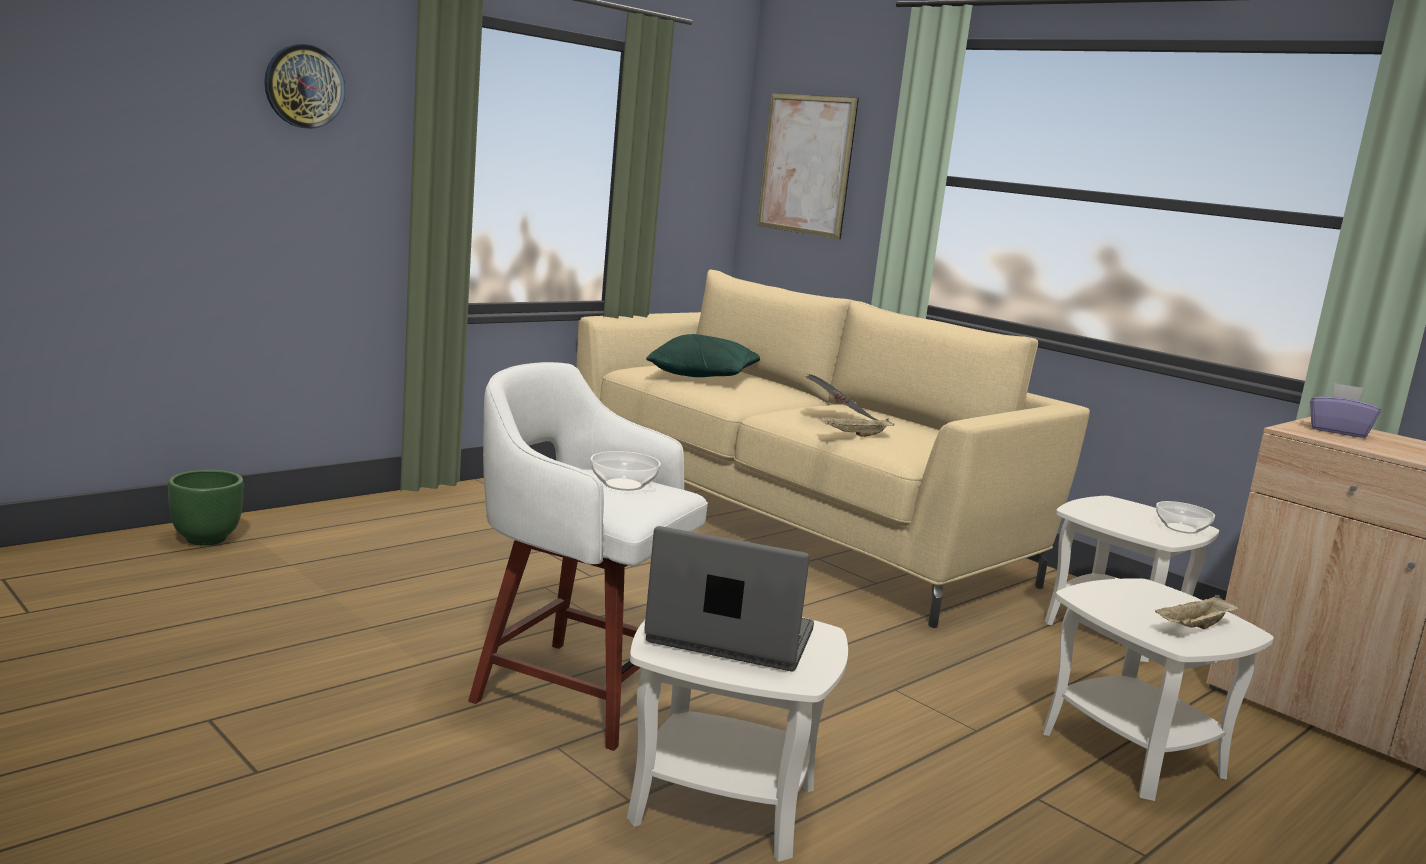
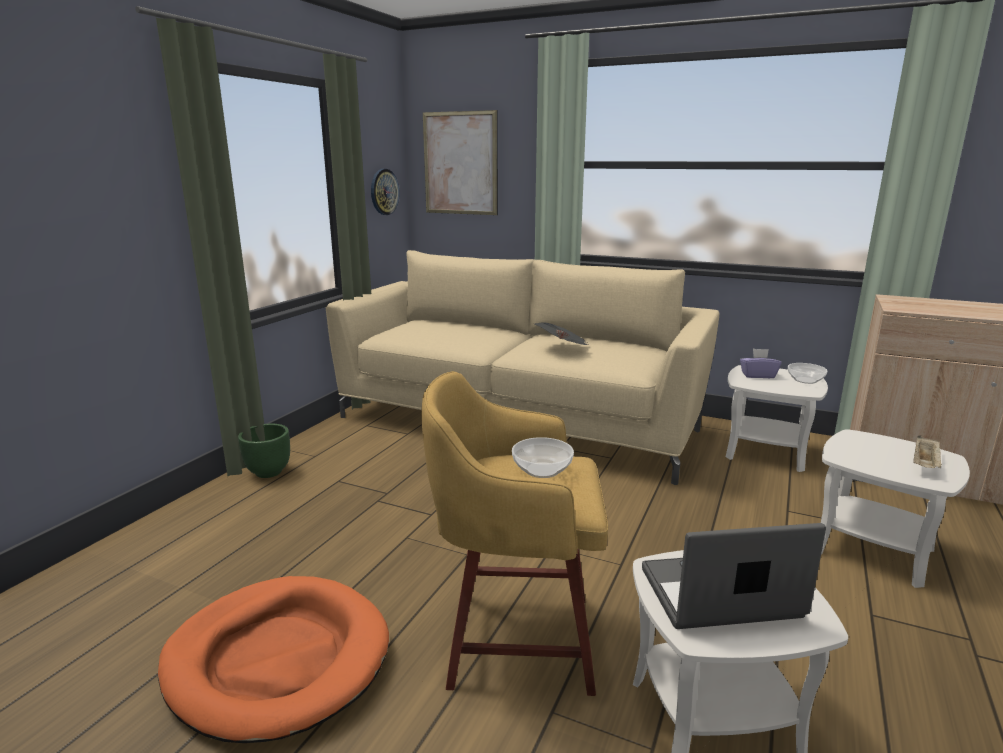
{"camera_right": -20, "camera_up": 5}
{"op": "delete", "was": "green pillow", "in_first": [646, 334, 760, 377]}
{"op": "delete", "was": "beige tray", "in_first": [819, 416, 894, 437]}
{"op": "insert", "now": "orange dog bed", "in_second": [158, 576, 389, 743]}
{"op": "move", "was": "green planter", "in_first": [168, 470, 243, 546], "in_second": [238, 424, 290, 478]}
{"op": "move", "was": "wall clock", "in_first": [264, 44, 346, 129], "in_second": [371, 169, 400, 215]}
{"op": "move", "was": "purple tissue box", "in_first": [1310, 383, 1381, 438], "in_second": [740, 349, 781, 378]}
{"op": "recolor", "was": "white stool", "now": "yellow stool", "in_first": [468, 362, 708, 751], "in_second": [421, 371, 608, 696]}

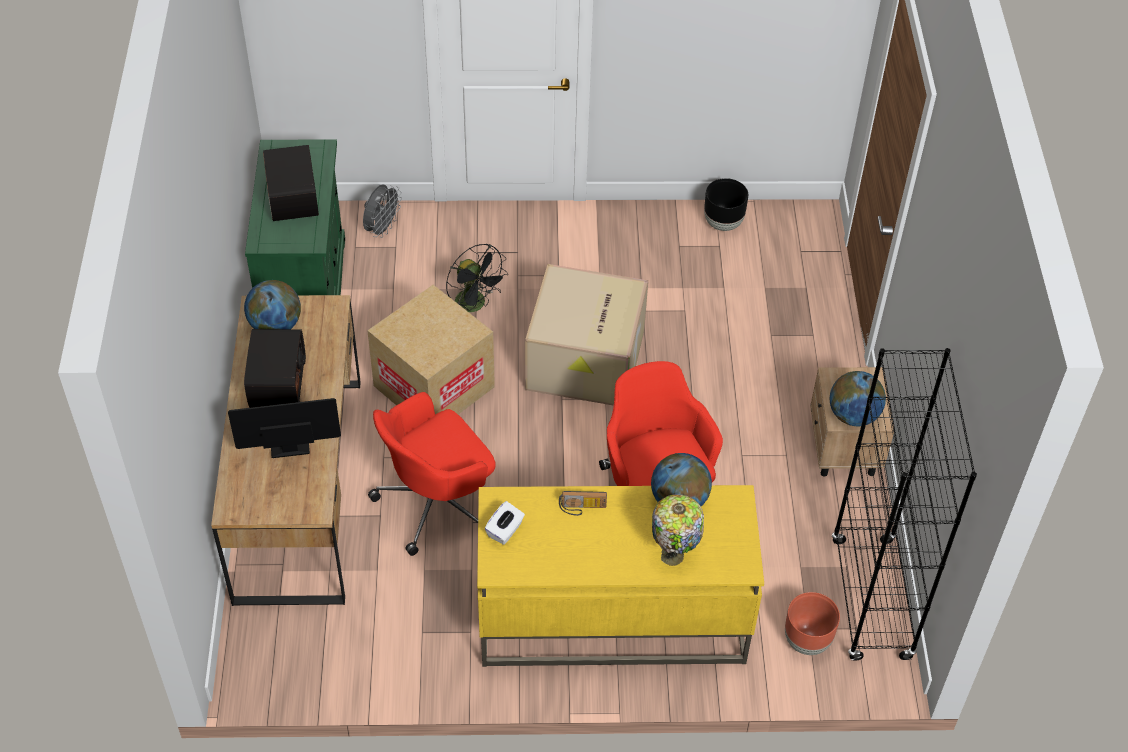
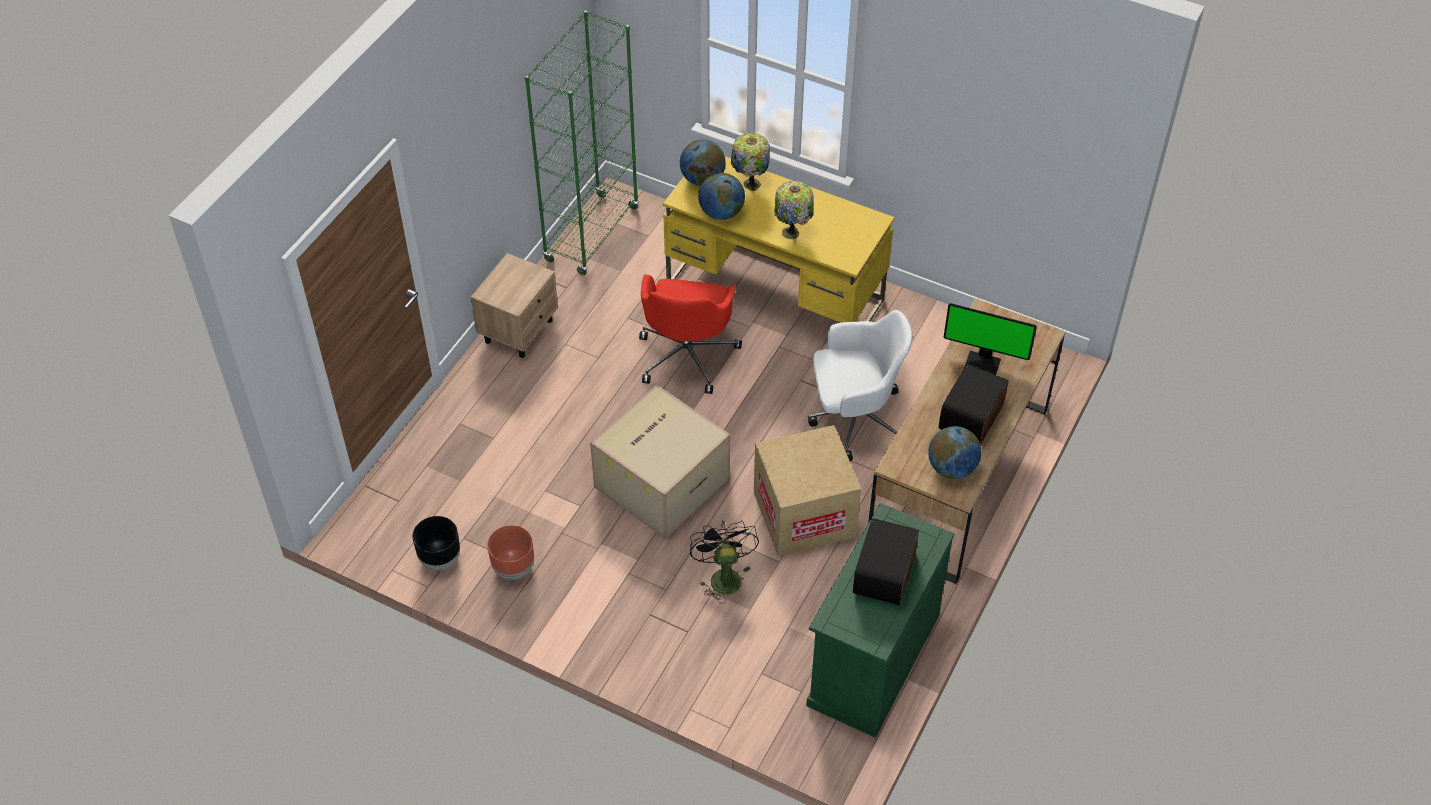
{"camera_right": -150, "camera_up": 0}
{"op": "delete", "was": "grey fan", "in_first": [363, 184, 402, 238]}
{"op": "delete", "was": "white tissue box", "in_first": [485, 501, 525, 545]}
{"op": "move", "was": "brown planter", "in_first": [785, 592, 840, 655], "in_second": [487, 525, 534, 580]}
{"op": "move", "was": "globe", "in_first": [830, 371, 886, 426], "in_second": [680, 140, 726, 186]}
{"op": "replace", "was": "radio", "now": "table lamp", "in_first": [559, 491, 607, 516], "in_second": [775, 181, 813, 239]}
{"op": "recolor", "was": "red office chair", "now": "white office chair", "in_first": [368, 392, 496, 556], "in_second": [808, 310, 912, 461]}
{"op": "recolor", "was": "black bookcase", "now": "green bookcase", "in_first": [832, 348, 977, 661], "in_second": [525, 10, 639, 275]}

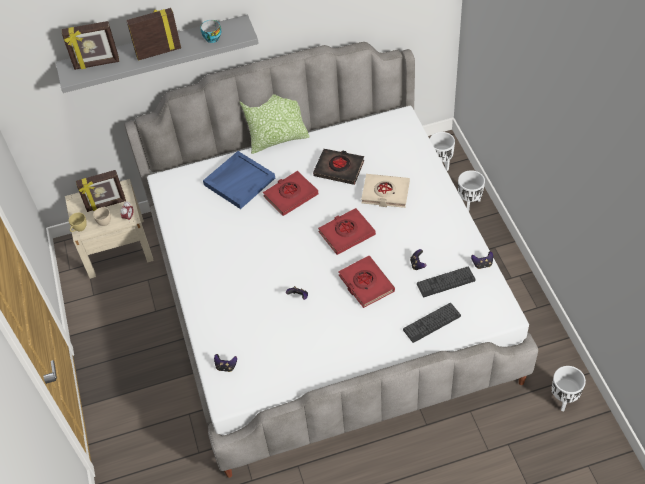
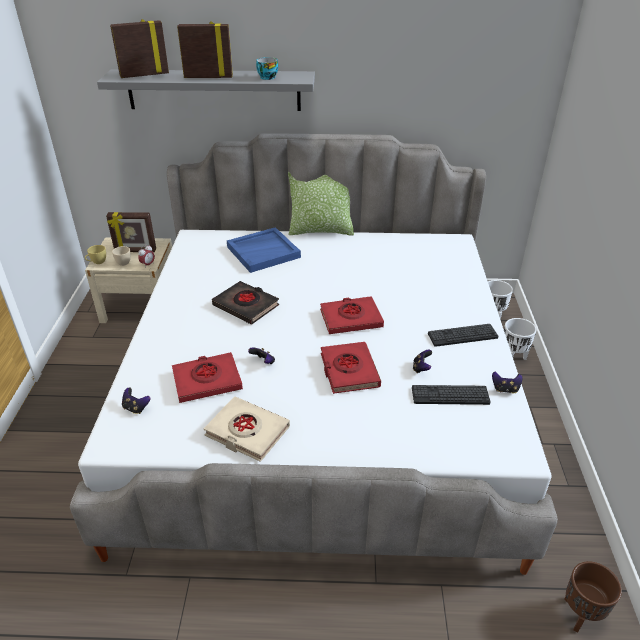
{"camera_right": 15, "camera_up": -15}
{"op": "move", "was": "red book", "in_first": [263, 171, 318, 216], "in_second": [172, 352, 243, 403]}
{"op": "move", "was": "black book", "in_first": [313, 149, 364, 185], "in_second": [212, 281, 279, 325]}
{"op": "move", "was": "beige book", "in_first": [361, 174, 410, 208], "in_second": [203, 396, 290, 462]}
{"op": "move", "was": "keyboard", "in_first": [403, 303, 461, 343], "in_second": [428, 324, 498, 347]}
{"op": "recolor", "was": "white planter", "now": "brown planter", "in_first": [551, 366, 586, 411], "in_second": [565, 561, 622, 632]}
{"op": "rotate", "was": "picture frame", "in_first": [62, 21, 119, 70], "in_second": [110, 19, 169, 78], "clockwise": 150}

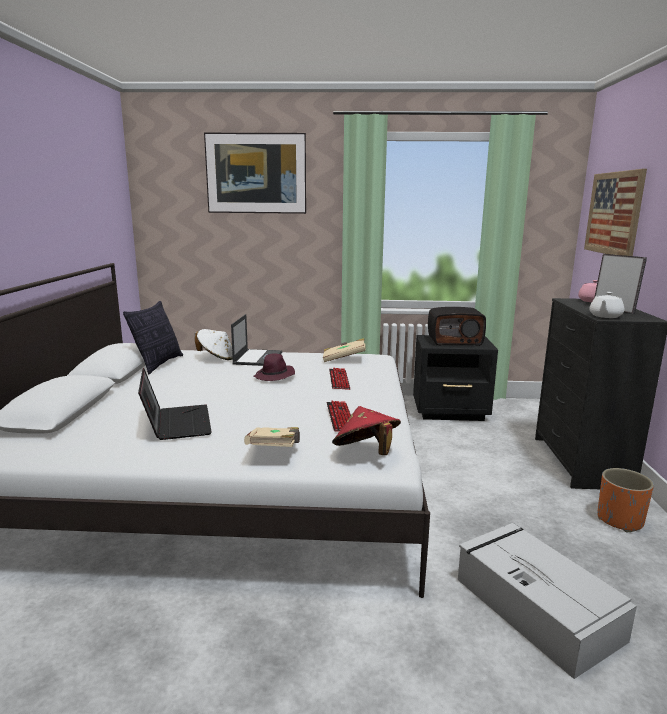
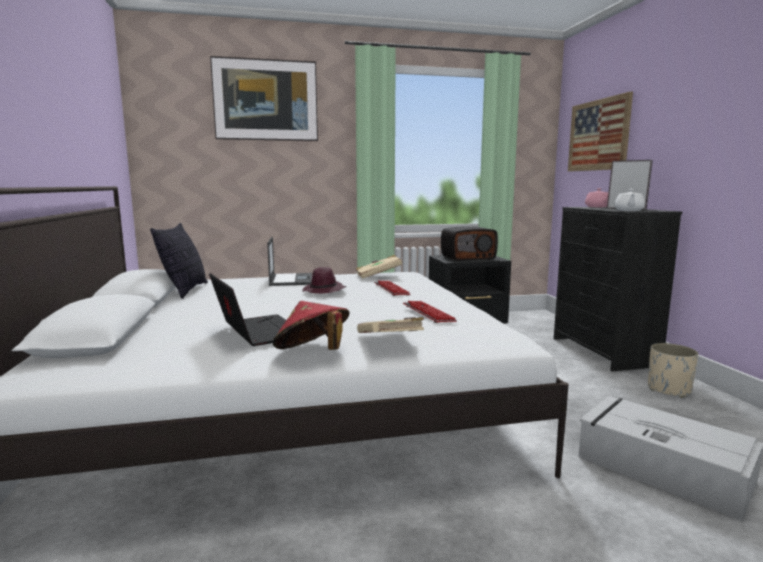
{"camera_right": -15, "camera_up": -5}
{"op": "delete", "was": "white hat", "in_first": [195, 329, 233, 360]}
{"op": "move", "was": "red hat", "in_first": [332, 406, 401, 455], "in_second": [272, 301, 349, 350]}
{"op": "recolor", "was": "orange planter", "now": "beige planter", "in_first": [598, 468, 654, 532], "in_second": [648, 343, 698, 398]}

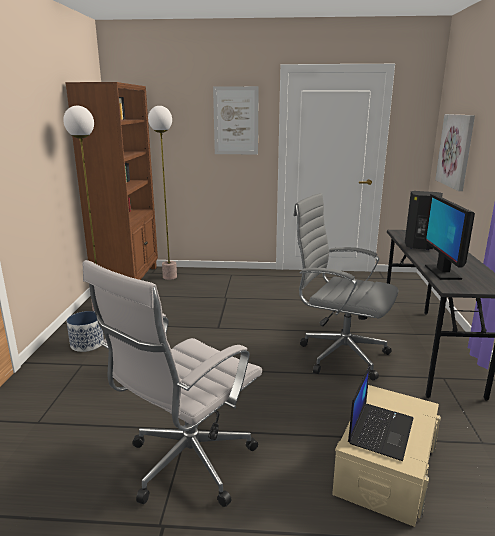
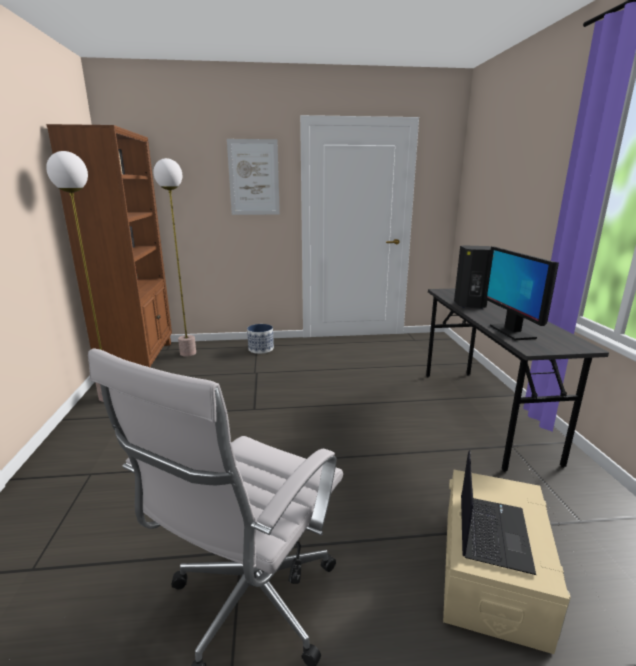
{"camera_right": -10, "camera_up": 0}
{"op": "delete", "was": "grey office chair", "in_first": [293, 193, 398, 380]}
{"op": "delete", "was": "picture", "in_first": [435, 114, 475, 191]}
{"op": "move", "was": "planter", "in_first": [67, 311, 104, 352], "in_second": [247, 324, 274, 354]}

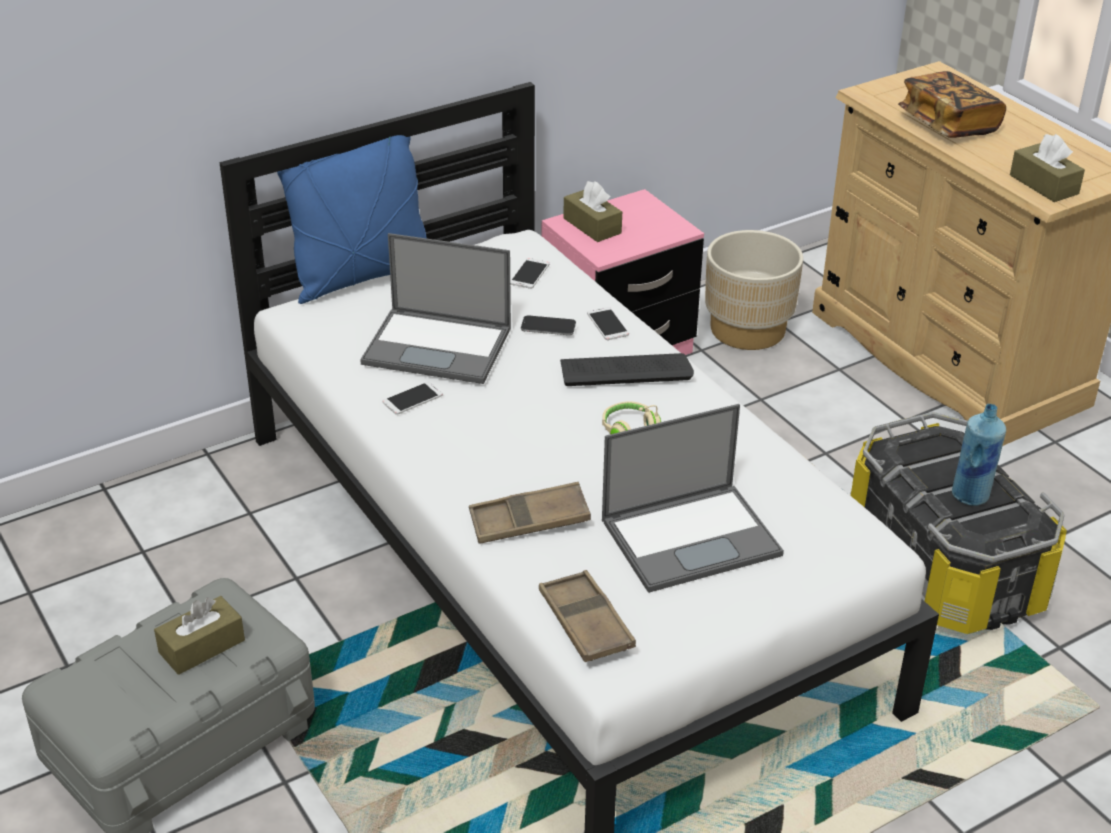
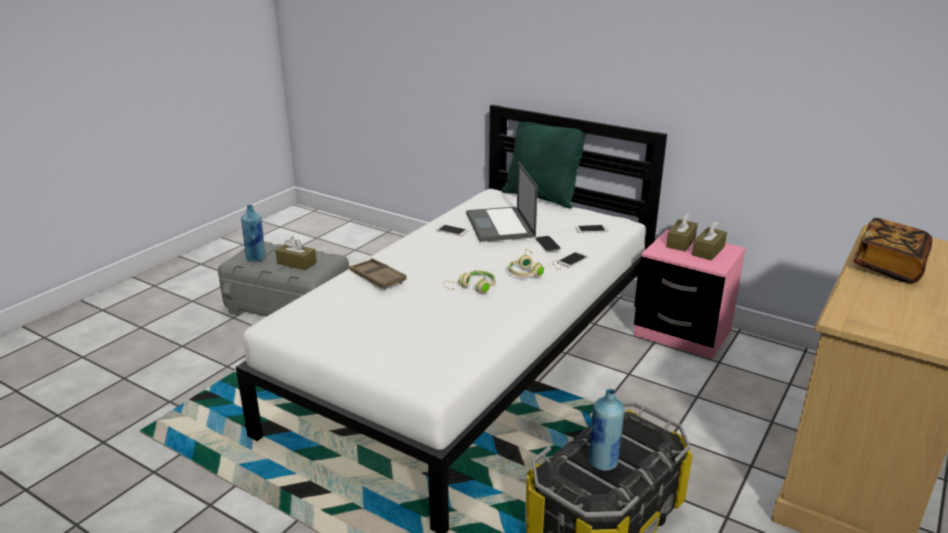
{"camera_right": 65, "camera_up": -10}
{"op": "delete", "was": "brown tray", "in_first": [539, 570, 636, 662]}
{"op": "delete", "was": "laptop", "in_first": [602, 404, 784, 593]}
{"op": "delete", "was": "beige planter", "in_first": [705, 230, 803, 350]}
{"op": "insert", "now": "blue bottle", "in_second": [241, 205, 266, 262]}
{"op": "move", "was": "brown tissue box", "in_first": [1010, 134, 1085, 202], "in_second": [692, 221, 727, 260]}
{"op": "replace", "was": "keyboard", "now": "beige headphones", "in_first": [560, 353, 694, 386], "in_second": [508, 249, 561, 277]}
{"op": "recolor", "was": "blue pillow", "now": "green pillow", "in_first": [277, 135, 426, 304], "in_second": [502, 121, 587, 209]}

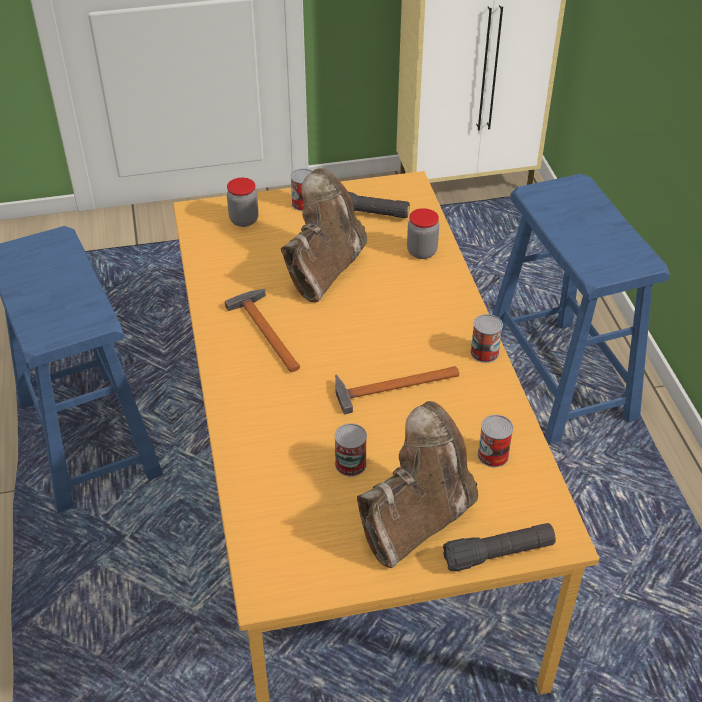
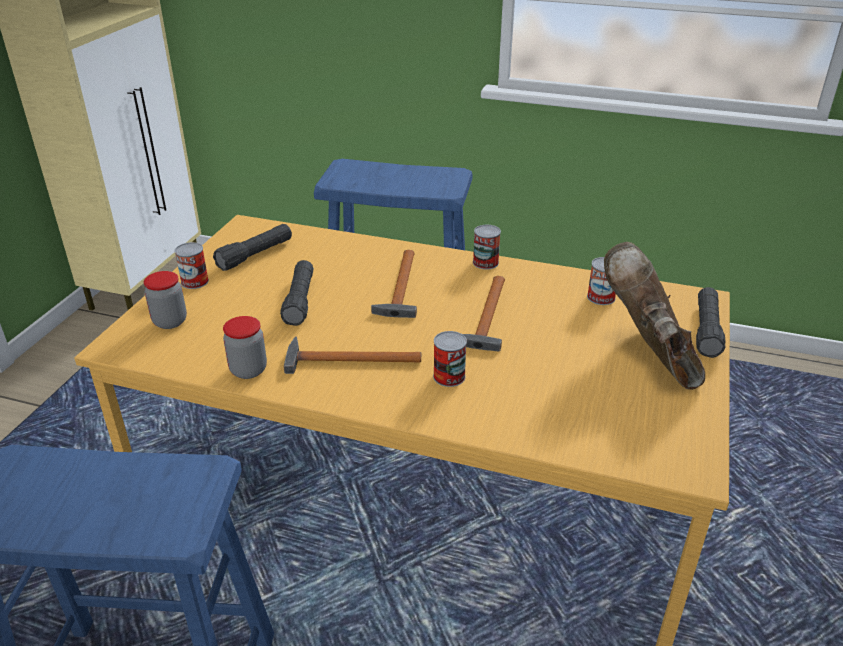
{"camera_right": -60, "camera_up": -10}
{"op": "insert", "now": "hammer", "in_second": [371, 250, 417, 318]}
{"op": "move", "was": "can", "in_first": [335, 423, 367, 477], "in_second": [433, 331, 467, 387]}
{"op": "move", "was": "jar", "in_first": [407, 208, 439, 259], "in_second": [223, 316, 267, 379]}
{"op": "replace", "was": "brown boot", "now": "black flashlight", "in_first": [281, 168, 367, 302], "in_second": [280, 260, 314, 326]}

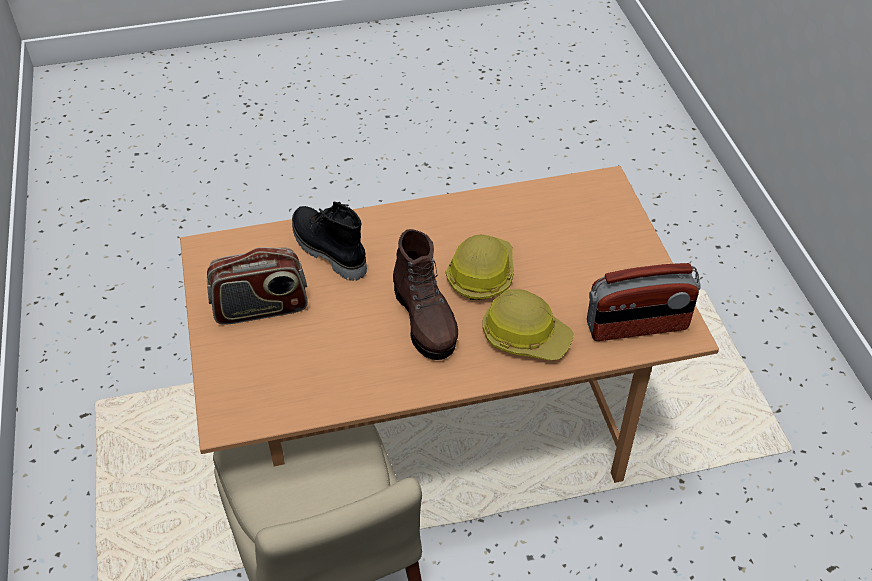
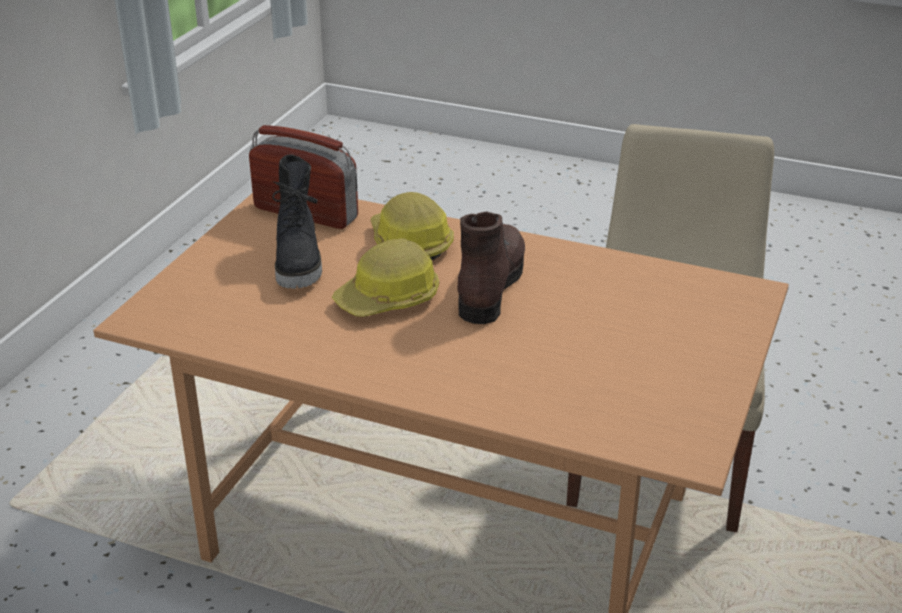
{"camera_right": -145, "camera_up": -15}
{"op": "delete", "was": "radio", "in_first": [207, 247, 308, 325]}
{"op": "move", "was": "black boot", "in_first": [292, 202, 367, 281], "in_second": [272, 155, 322, 288]}

